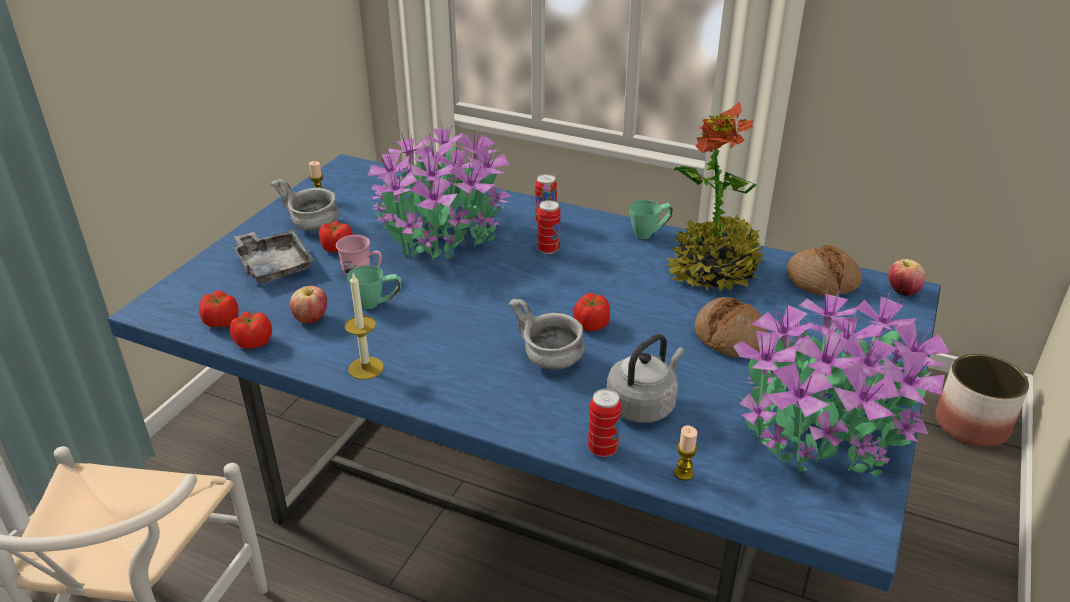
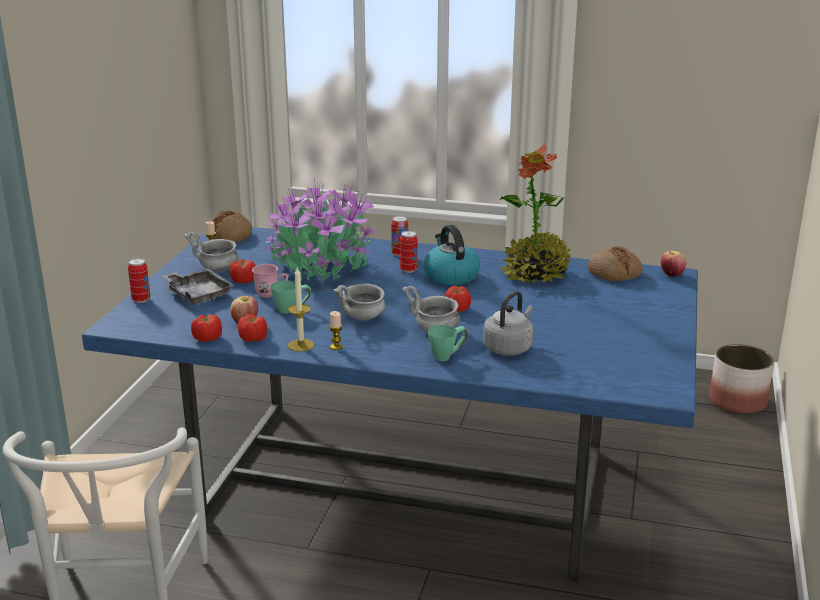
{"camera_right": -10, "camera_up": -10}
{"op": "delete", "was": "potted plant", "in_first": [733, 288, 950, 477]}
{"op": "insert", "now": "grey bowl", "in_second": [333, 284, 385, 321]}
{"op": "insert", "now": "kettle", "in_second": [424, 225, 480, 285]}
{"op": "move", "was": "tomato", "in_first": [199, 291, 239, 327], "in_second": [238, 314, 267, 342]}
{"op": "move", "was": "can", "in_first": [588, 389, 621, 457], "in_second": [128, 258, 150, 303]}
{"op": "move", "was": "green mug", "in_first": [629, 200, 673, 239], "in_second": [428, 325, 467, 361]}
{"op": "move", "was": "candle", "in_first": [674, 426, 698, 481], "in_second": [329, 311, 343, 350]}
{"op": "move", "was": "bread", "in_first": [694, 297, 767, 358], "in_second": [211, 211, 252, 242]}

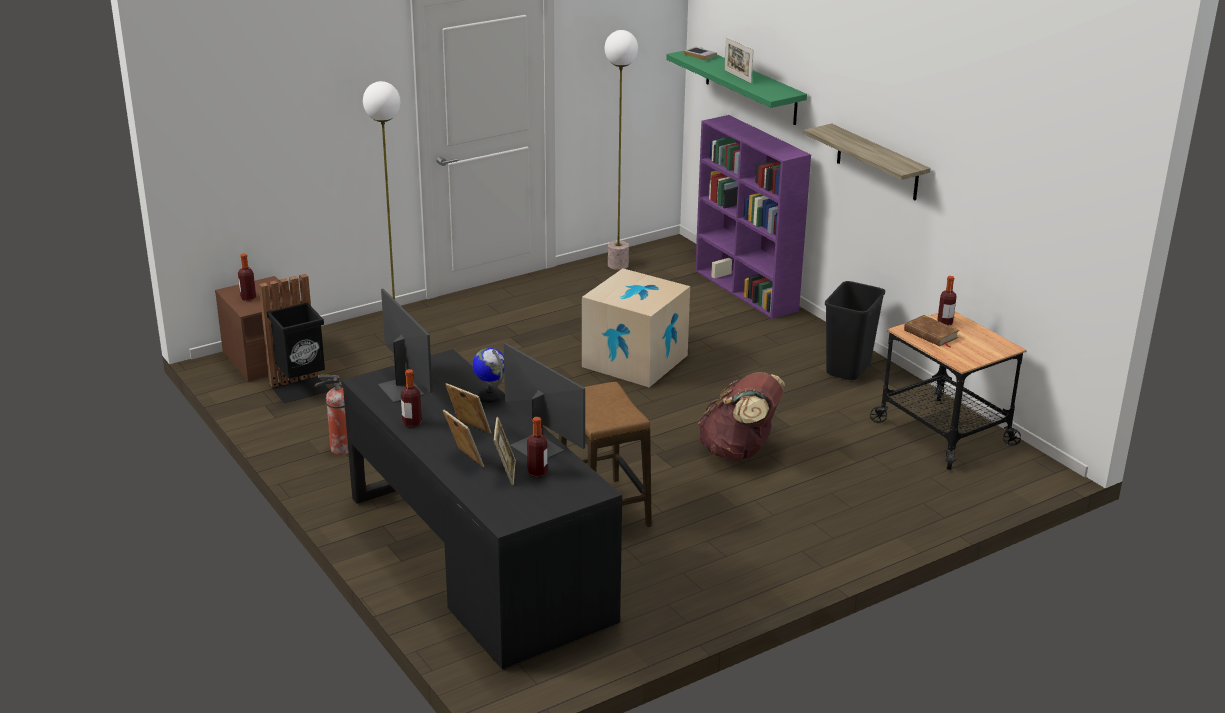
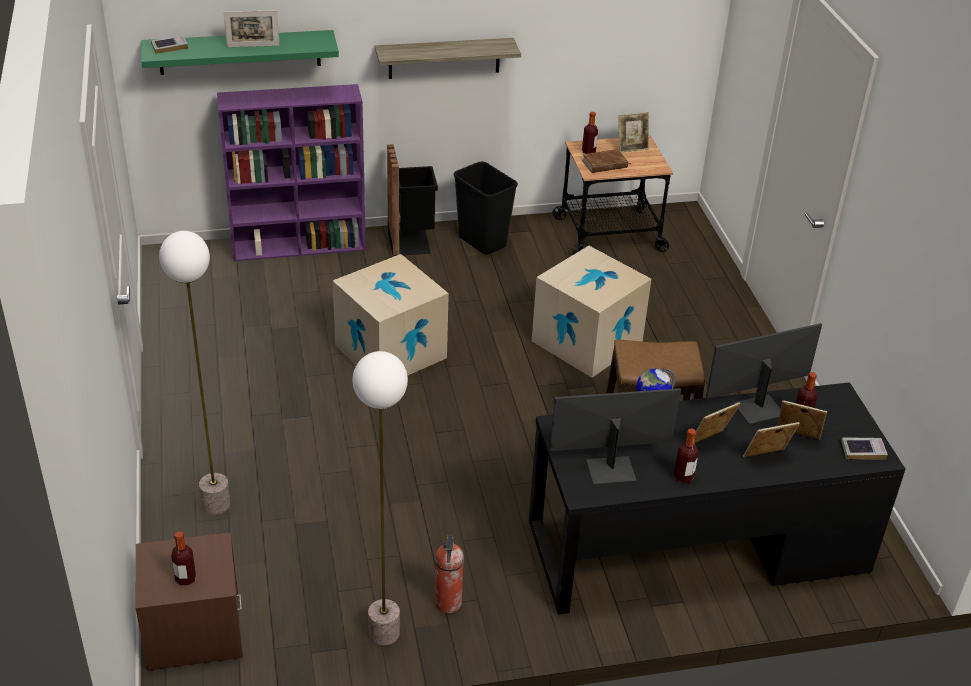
{"camera_right": -70, "camera_up": 10}
{"op": "insert", "now": "picture frame", "in_second": [619, 112, 649, 153]}
{"op": "insert", "now": "book", "in_second": [841, 437, 888, 460]}
{"op": "move", "was": "black trash can", "in_first": [259, 274, 329, 404], "in_second": [387, 144, 438, 256]}
{"op": "move", "was": "floor lamp", "in_first": [605, 30, 638, 270], "in_second": [352, 351, 408, 645]}
{"op": "replace", "was": "brown backpack", "now": "cardboard box", "in_first": [698, 372, 785, 461], "in_second": [532, 246, 651, 378]}

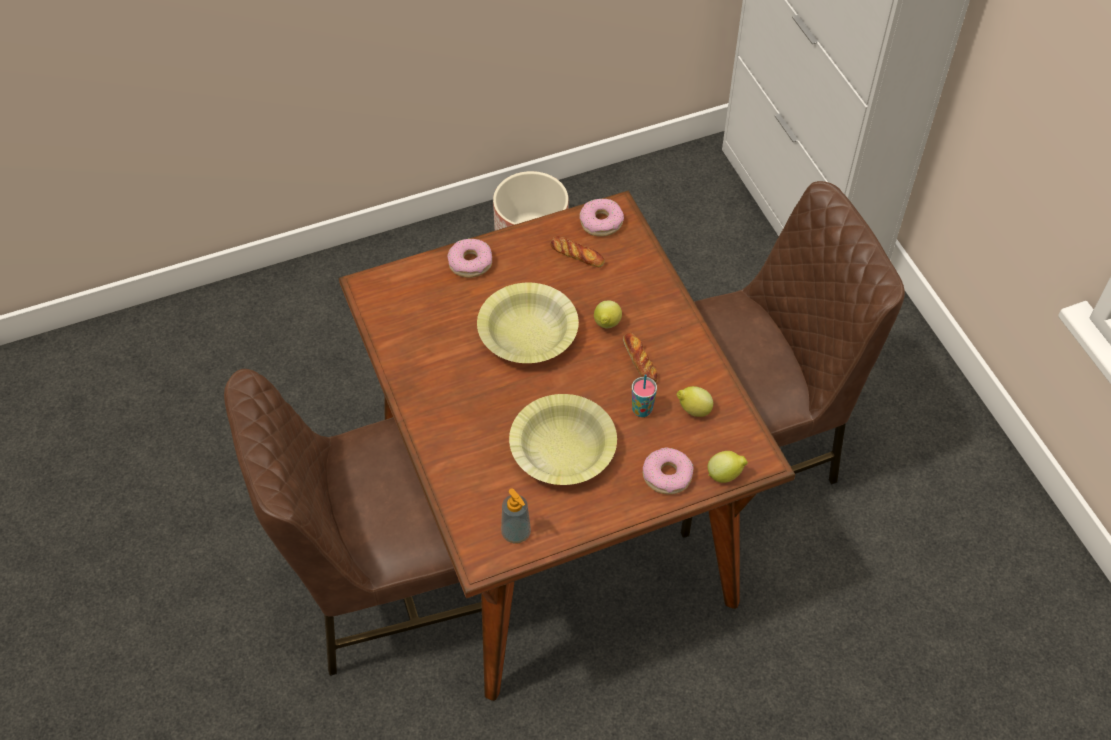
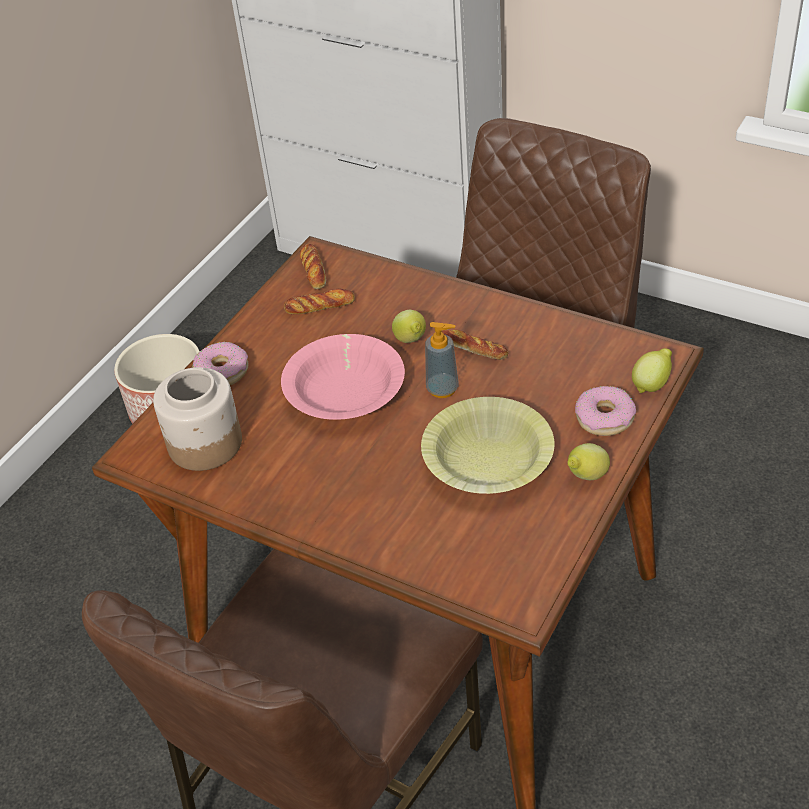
{"camera_right": -35, "camera_up": -10}
{"op": "delete", "was": "cup", "in_first": [632, 374, 657, 417]}
{"op": "insert", "now": "jar", "in_second": [153, 367, 242, 471]}
{"op": "move", "was": "soap dispenser", "in_first": [501, 489, 531, 544], "in_second": [425, 322, 458, 398]}
{"op": "move", "was": "lemon", "in_first": [677, 386, 713, 417], "in_second": [567, 443, 610, 480]}
{"op": "replace", "was": "donut", "now": "bread", "in_first": [579, 199, 624, 237], "in_second": [300, 244, 326, 289]}
{"op": "recolor", "was": "yellow bowl", "now": "pink bowl", "in_first": [477, 283, 579, 363], "in_second": [281, 334, 405, 420]}

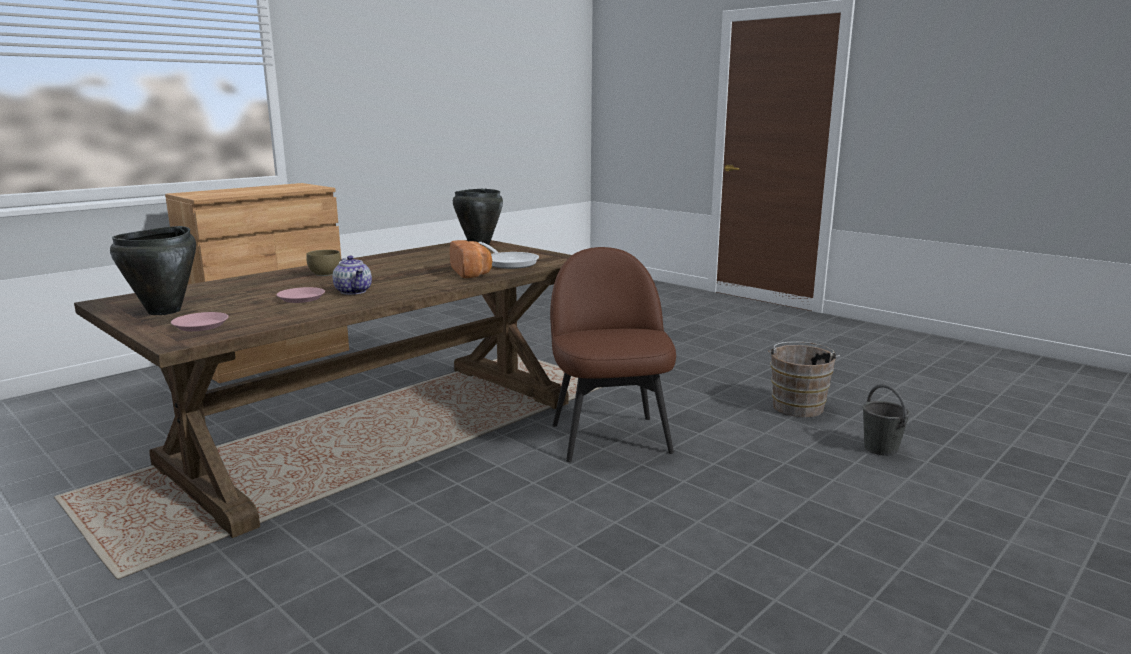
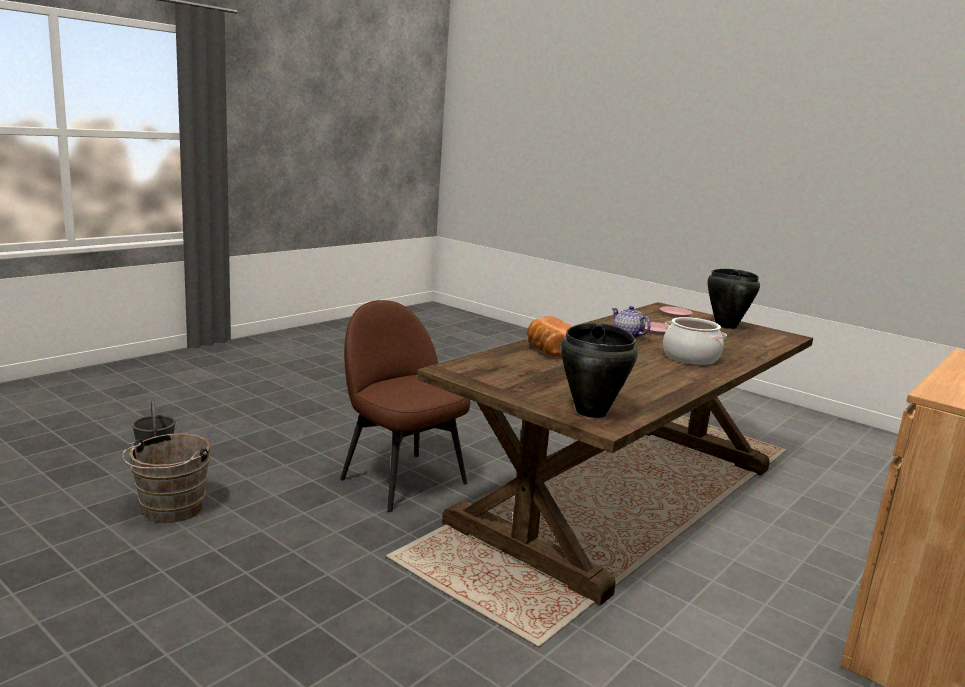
{"camera_right": 175, "camera_up": 0}
{"op": "delete", "was": "frying pan", "in_first": [478, 242, 539, 269]}
{"op": "replace", "was": "brown bowl", "now": "cooking pot", "in_first": [306, 250, 341, 276], "in_second": [663, 317, 727, 365]}
{"op": "rotate", "was": "brown chair", "in_first": [550, 247, 676, 462], "in_second": [340, 300, 471, 512], "clockwise": 150}

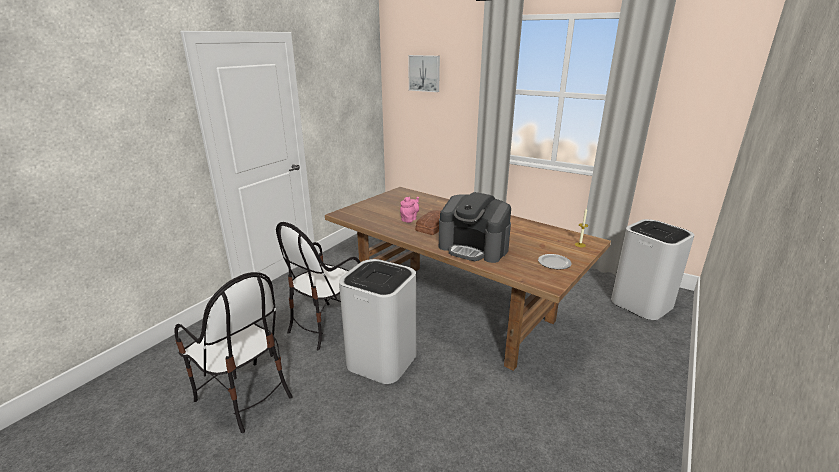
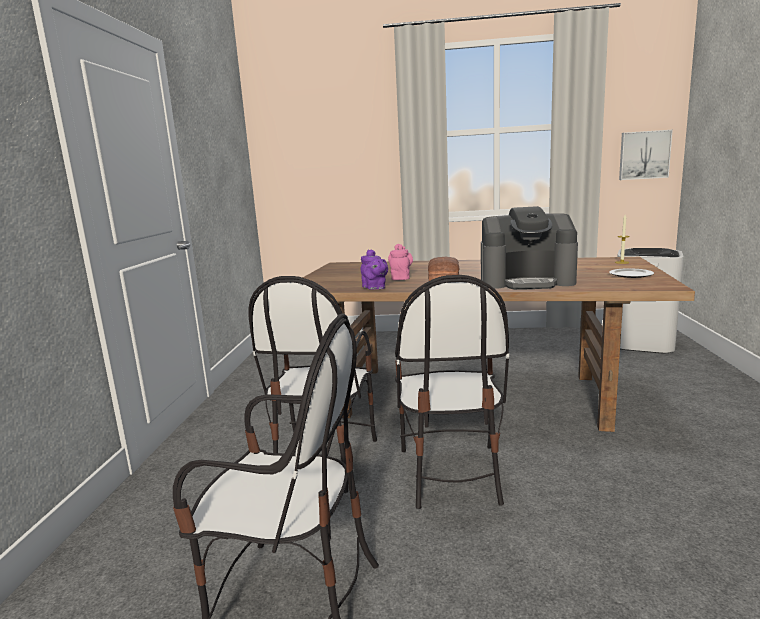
{"camera_right": -25, "camera_up": -10}
{"op": "insert", "now": "purple teapot", "in_second": [361, 250, 388, 290]}
{"op": "move", "was": "picture", "in_first": [408, 55, 440, 92], "in_second": [619, 130, 673, 180]}
{"op": "replace", "was": "white trash can", "now": "chair", "in_first": [339, 259, 416, 384], "in_second": [395, 275, 509, 509]}

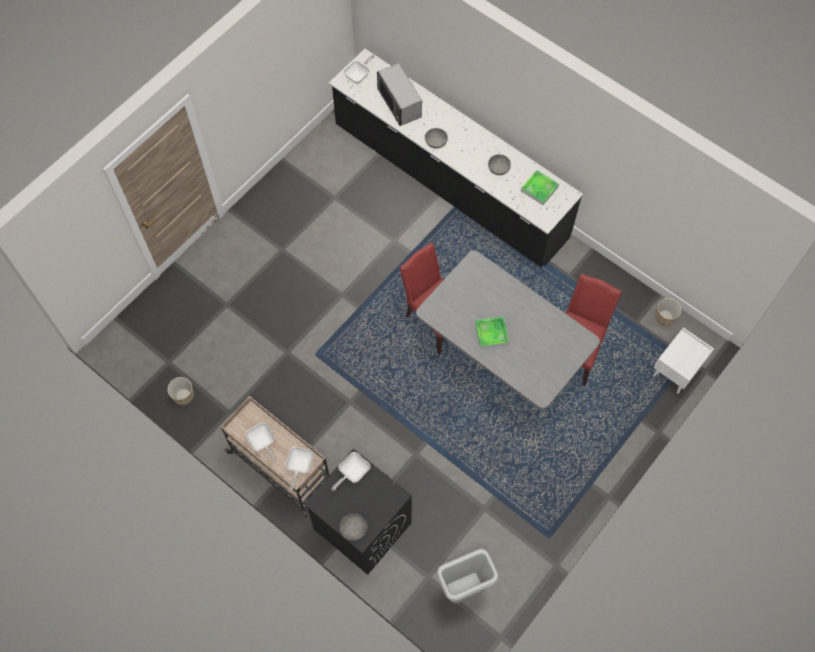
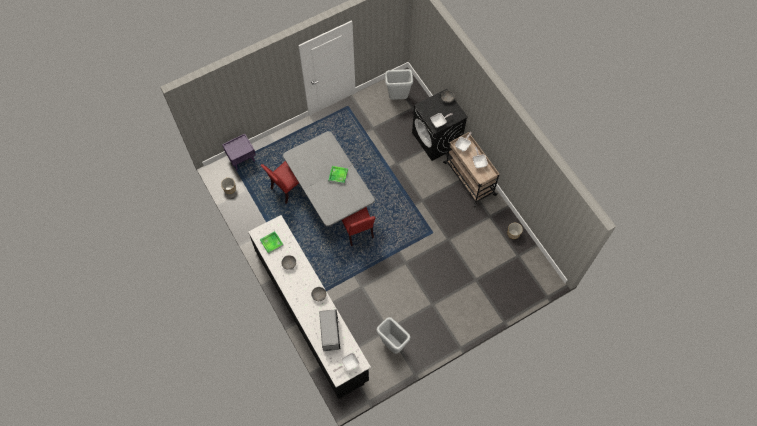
{"camera_right": -160, "camera_up": 0}
{"op": "insert", "now": "grey trash can", "in_second": [377, 317, 410, 354]}
{"op": "recolor", "was": "white nightstand", "now": "purple nightstand", "in_first": [653, 328, 714, 394], "in_second": [222, 134, 256, 170]}

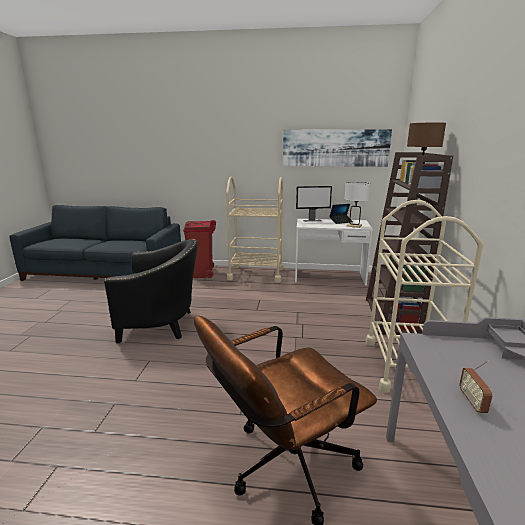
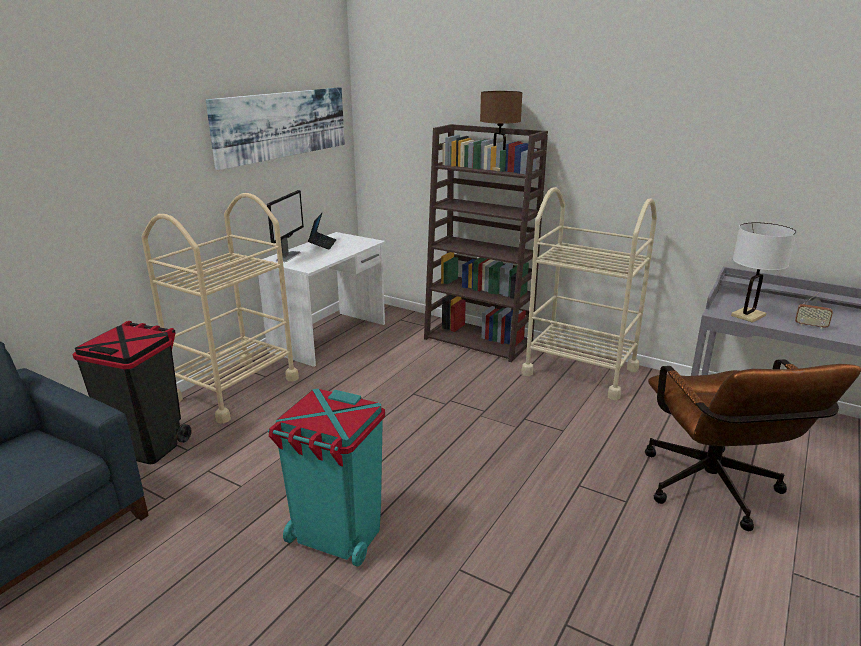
{"camera_right": -65, "camera_up": 5}
{"op": "move", "was": "white table lamp", "in_first": [345, 182, 370, 228], "in_second": [731, 222, 797, 323]}
{"op": "replace", "was": "black armchair", "now": "turquoise trash can", "in_first": [104, 239, 198, 343], "in_second": [268, 389, 385, 567]}
{"op": "recolor", "was": "red trash can", "now": "black trash can", "in_first": [183, 220, 216, 278], "in_second": [73, 321, 191, 464]}

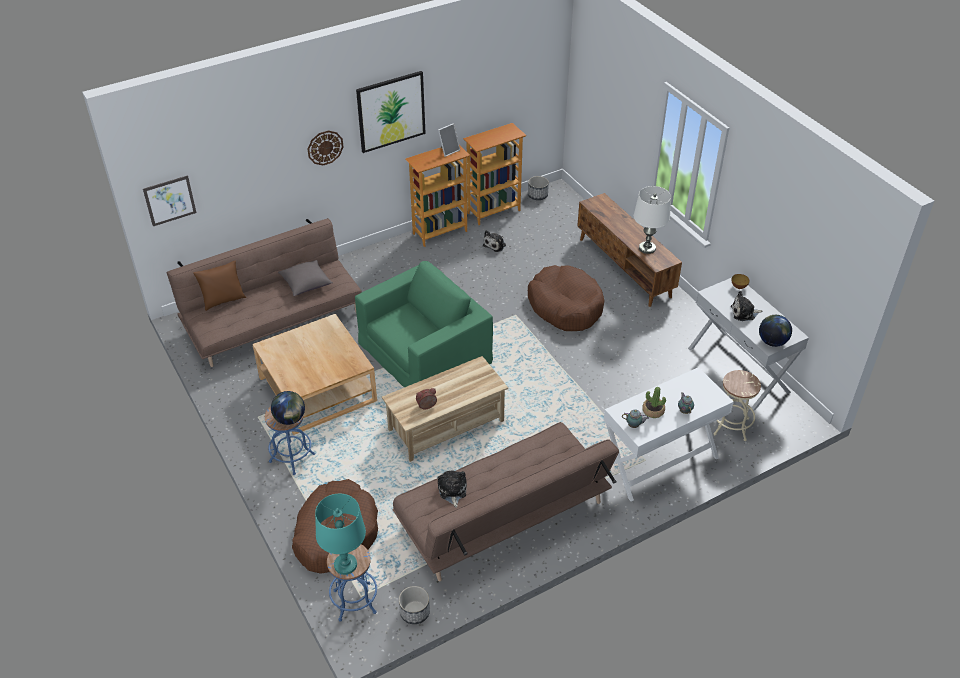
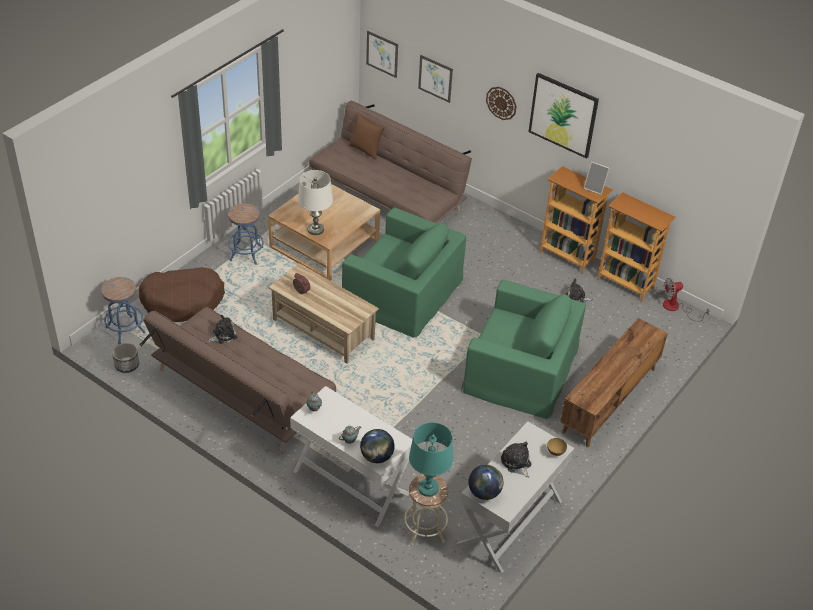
{"camera_right": 65, "camera_up": 0}
{"op": "delete", "was": "grey pillow", "in_first": [278, 260, 333, 296]}
{"op": "delete", "was": "potted plant", "in_first": [642, 387, 666, 418]}
{"op": "insert", "now": "picture", "in_second": [418, 55, 453, 103]}
{"op": "move", "was": "globe", "in_first": [271, 391, 305, 425], "in_second": [360, 429, 394, 463]}
{"op": "move", "was": "turquoise table lamp", "in_first": [315, 494, 366, 575], "in_second": [409, 422, 453, 497]}
{"op": "move", "was": "white table lamp", "in_first": [634, 186, 671, 254], "in_second": [298, 170, 333, 235]}
{"op": "replace", "was": "planter", "now": "fan", "in_first": [528, 176, 549, 200], "in_second": [663, 278, 709, 322]}
{"op": "replace", "was": "brown dog bed", "now": "green armchair", "in_first": [528, 265, 604, 331], "in_second": [461, 280, 586, 419]}

